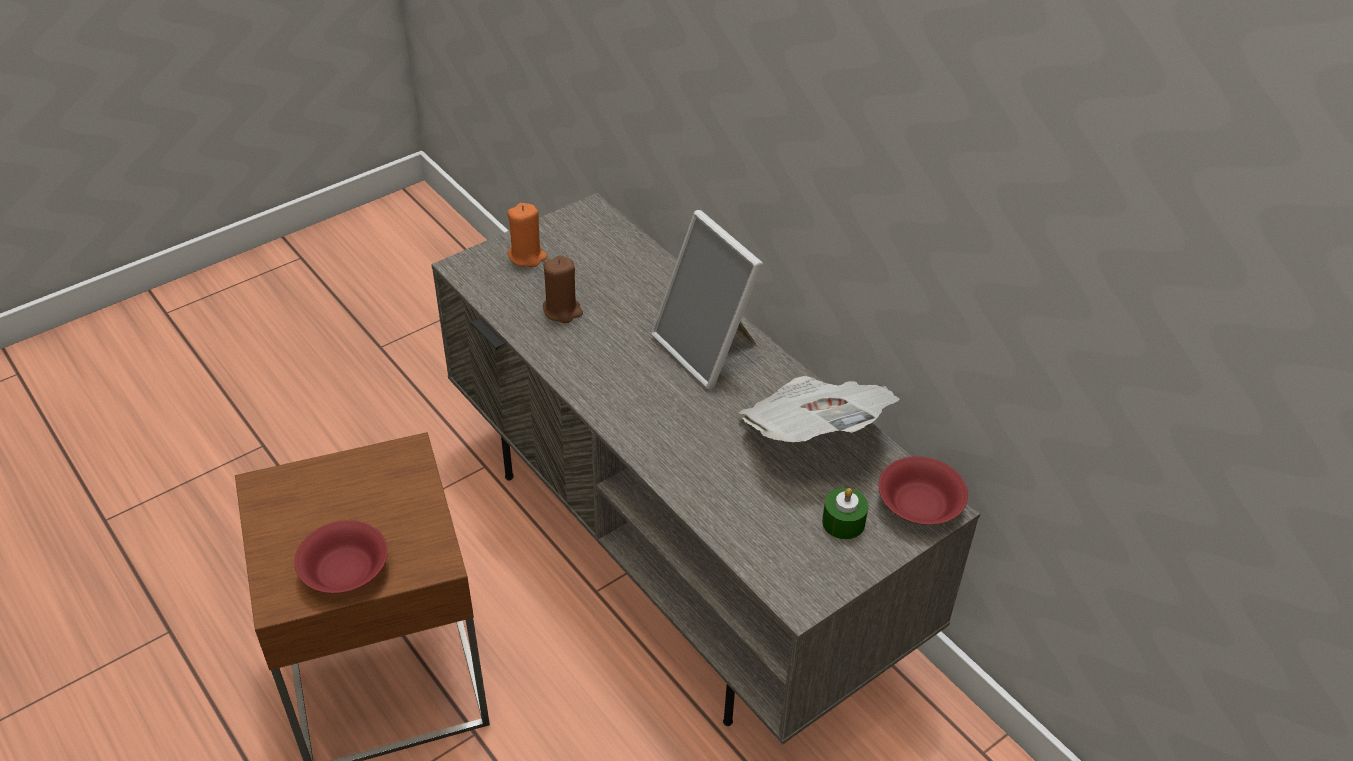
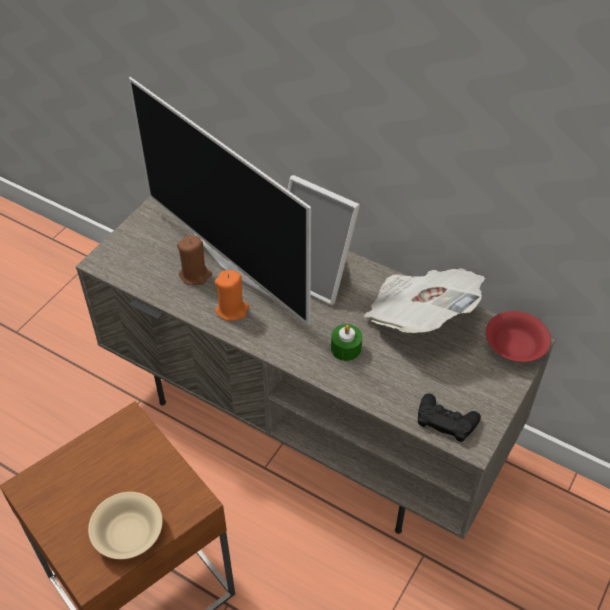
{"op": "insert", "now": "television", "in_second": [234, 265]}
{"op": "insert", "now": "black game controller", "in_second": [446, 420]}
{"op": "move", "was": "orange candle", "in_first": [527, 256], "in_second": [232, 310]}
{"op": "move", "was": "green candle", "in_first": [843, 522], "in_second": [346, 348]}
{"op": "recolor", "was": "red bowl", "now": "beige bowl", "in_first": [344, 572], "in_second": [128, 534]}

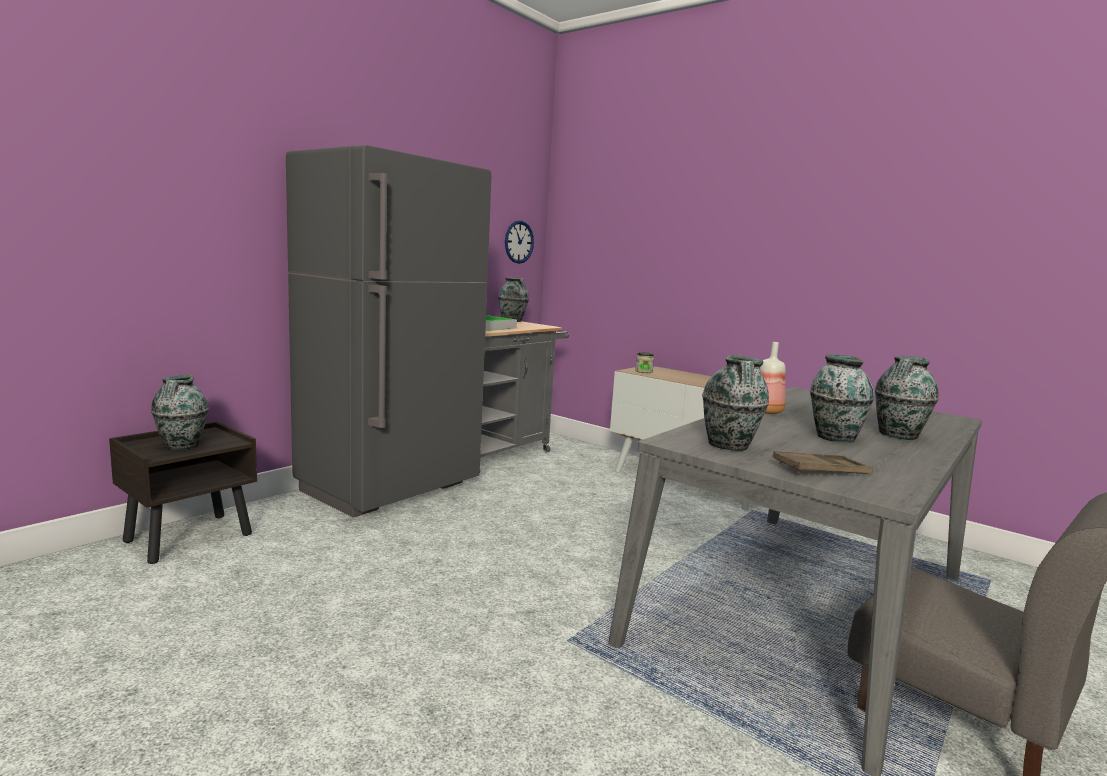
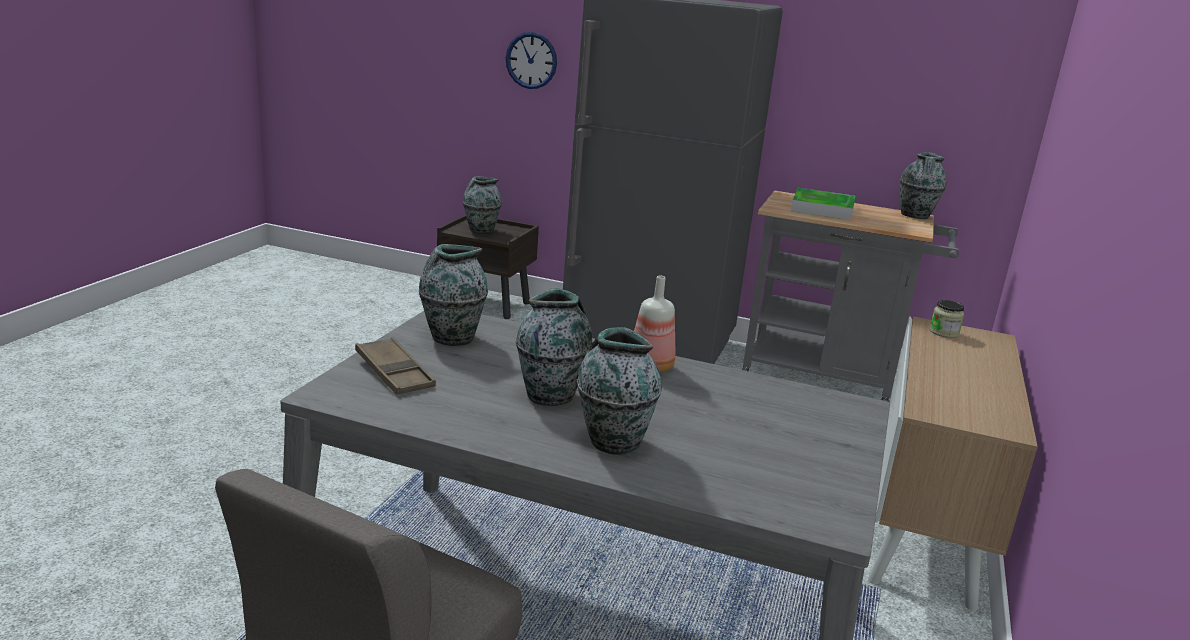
{"op": "move", "was": "wall clock", "in_first": [519, 242], "in_second": [531, 60]}

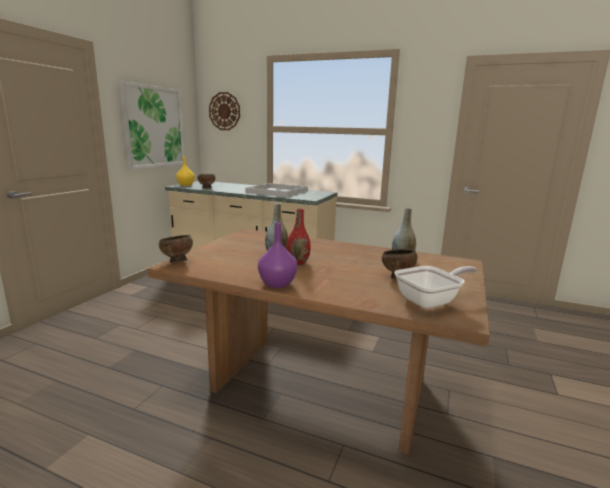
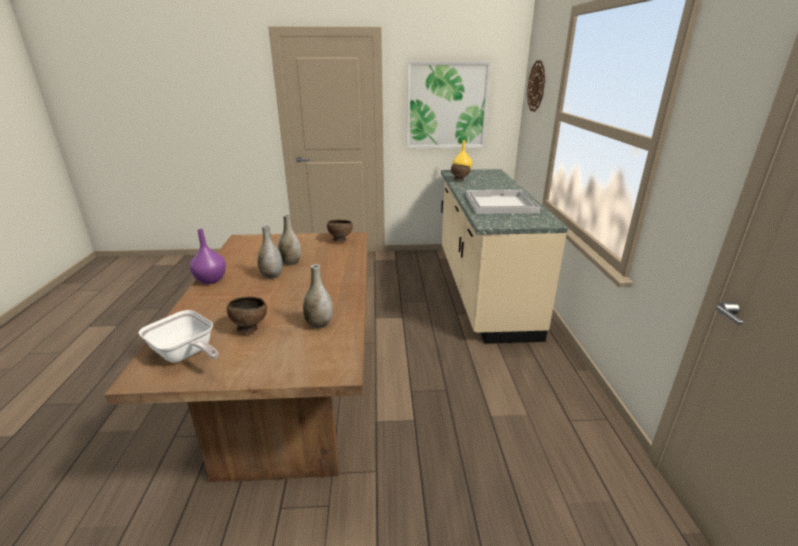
{"op": "move", "was": "brown bowl", "in_first": [176, 262], "in_second": [340, 240]}
{"op": "recolor", "was": "red vase", "now": "grey vase", "in_first": [297, 262], "in_second": [272, 275]}

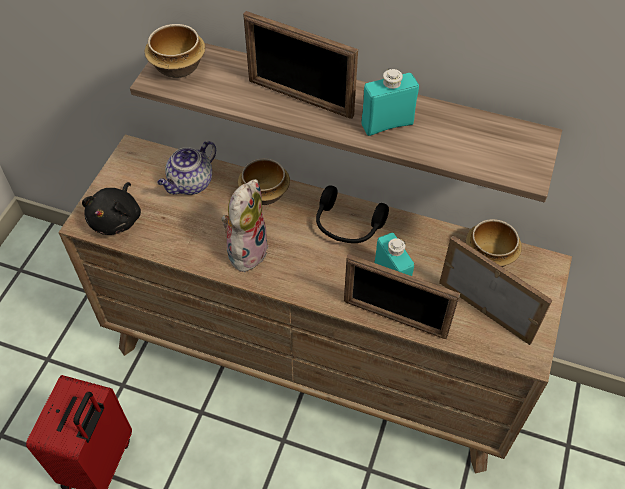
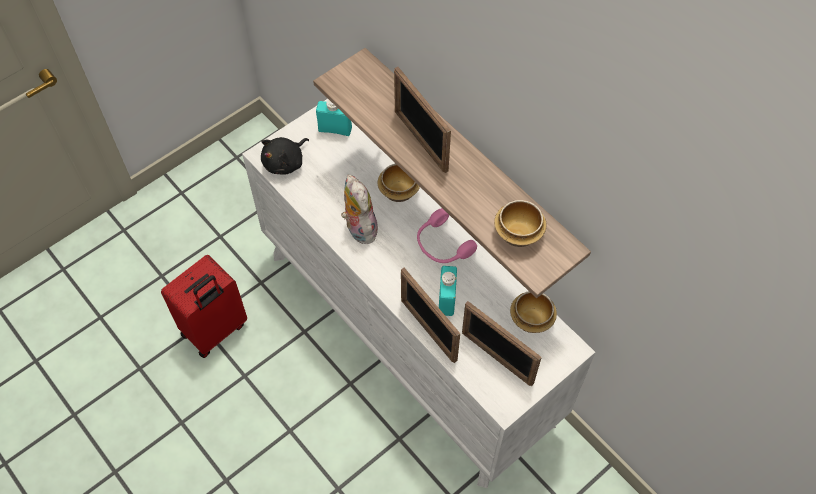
{"op": "delete", "was": "teapot", "in_first": [190, 184]}
{"op": "move", "was": "bowl", "in_first": [177, 68], "in_second": [517, 234]}
{"op": "move", "was": "turquoise bottle", "in_first": [387, 124], "in_second": [335, 129]}
{"op": "recolor", "was": "brown dresser", "now": "white dresser", "in_first": [313, 361], "in_second": [408, 336]}
{"op": "recolor", "was": "black headphones", "now": "pink headphones", "in_first": [347, 226], "in_second": [442, 245]}
{"op": "rotate", "was": "plush toy", "in_first": [246, 249], "in_second": [359, 228], "clockwise": -75}
{"op": "rotate", "was": "picture frame", "in_first": [485, 311], "in_second": [496, 358], "clockwise": 150}

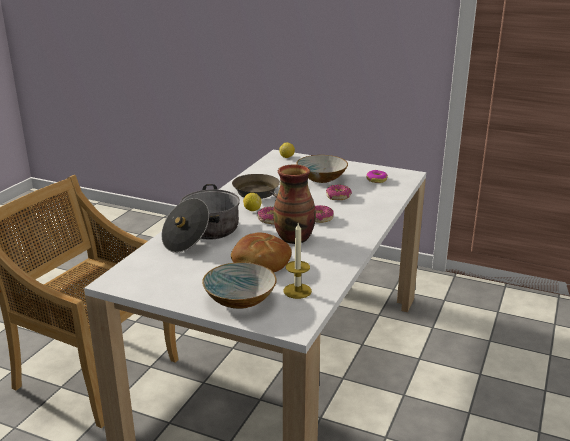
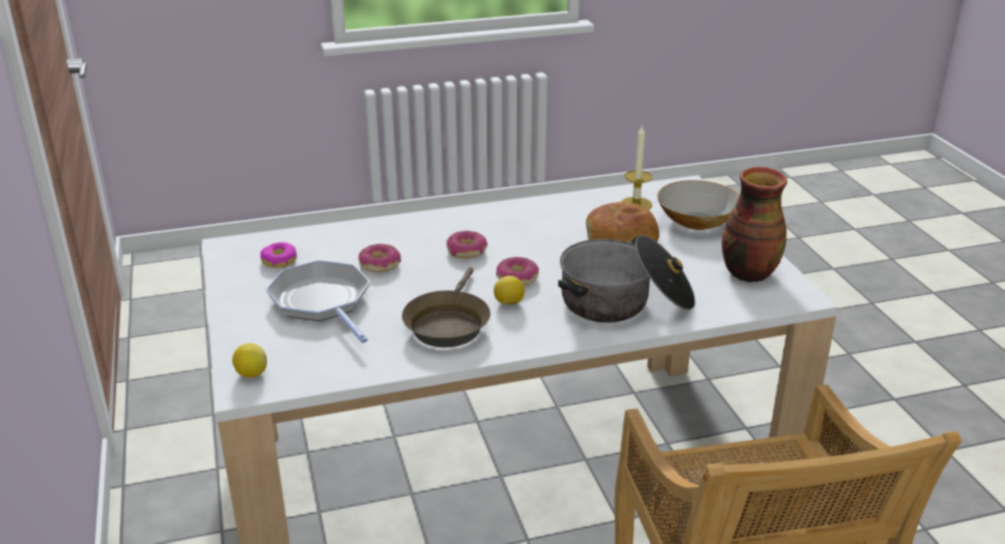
{"op": "move", "was": "vase", "in_first": [295, 238], "in_second": [747, 273]}
{"op": "replace", "was": "bowl", "now": "frying pan", "in_first": [321, 178], "in_second": [322, 302]}

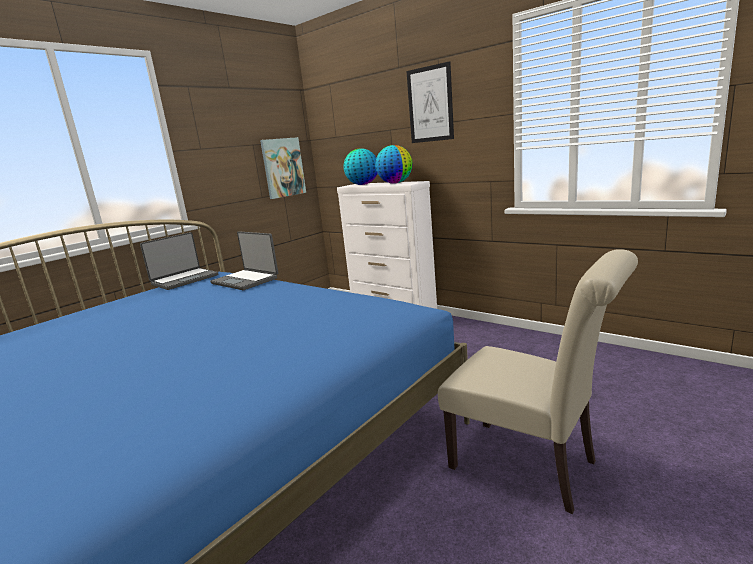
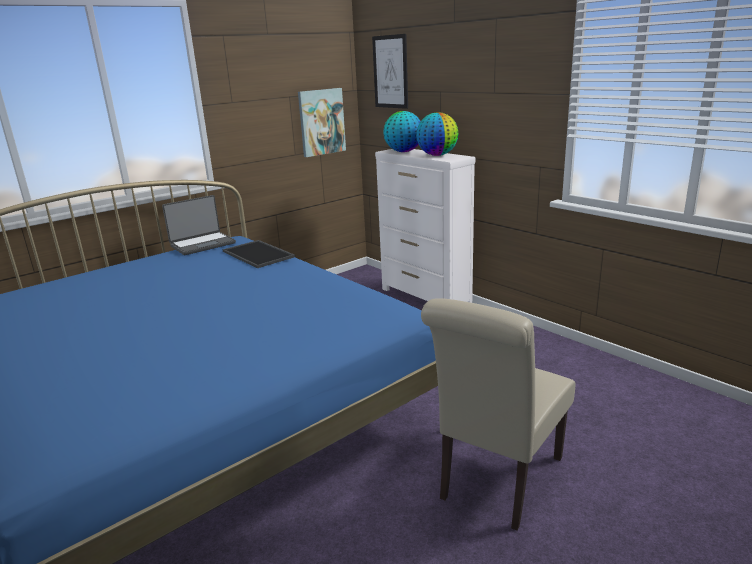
{"op": "move", "was": "picture", "in_first": [430, 104], "in_second": [390, 72]}
{"op": "replace", "was": "laptop", "now": "tray", "in_first": [246, 280], "in_second": [259, 254]}
{"op": "rotate", "was": "beige chair", "in_first": [531, 466], "in_second": [497, 482], "clockwise": 75}

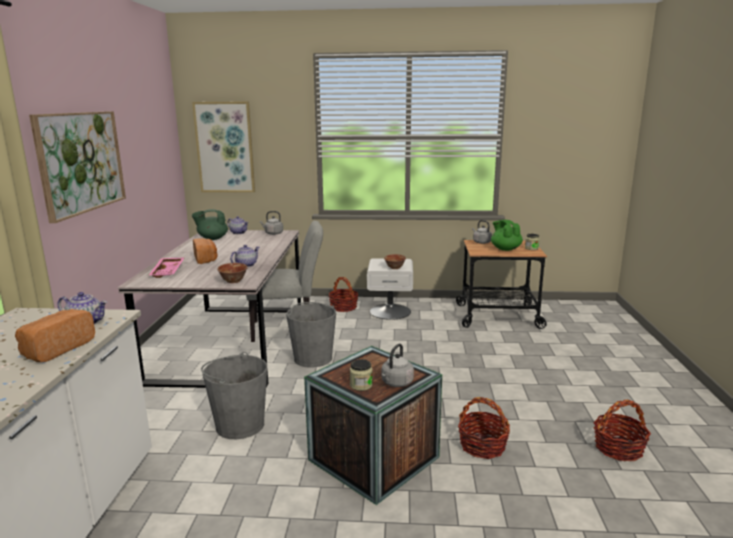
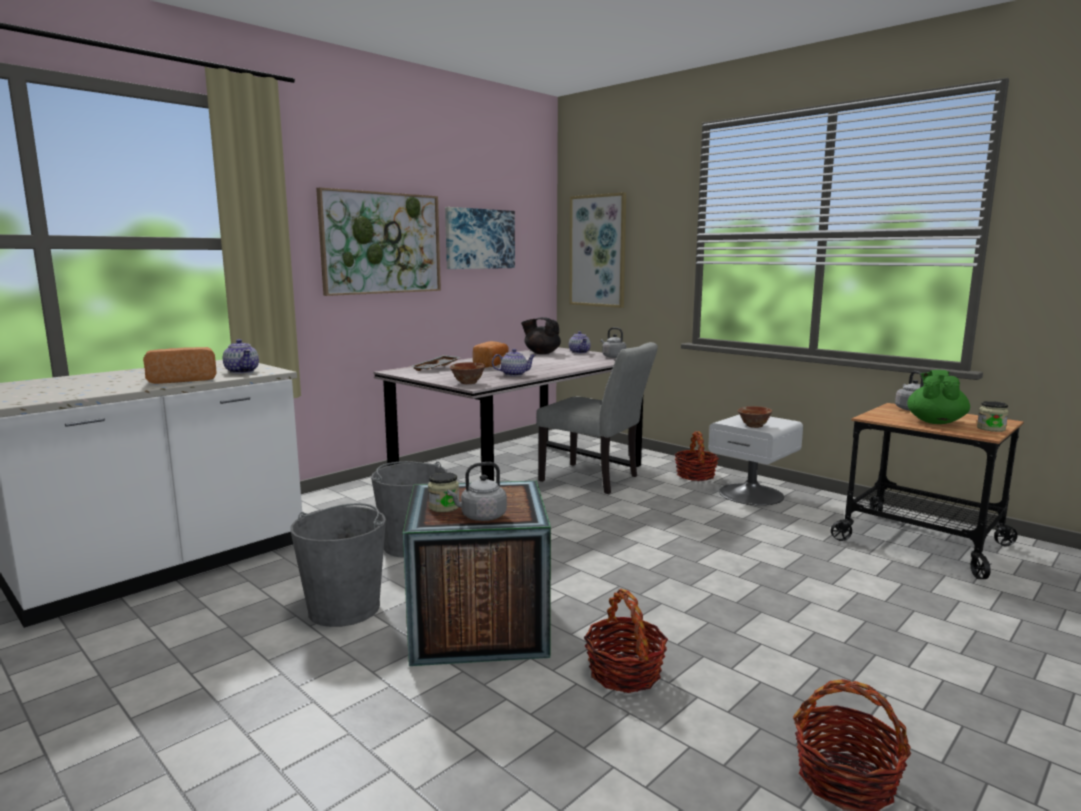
{"op": "insert", "now": "picture", "in_second": [479, 239]}
{"op": "move", "was": "grey bucket", "in_first": [313, 358], "in_second": [344, 608]}
{"op": "recolor", "was": "pink tray", "now": "grey tray", "in_first": [168, 272], "in_second": [436, 368]}
{"op": "recolor", "was": "green teapot", "now": "black teapot", "in_first": [212, 238], "in_second": [541, 353]}

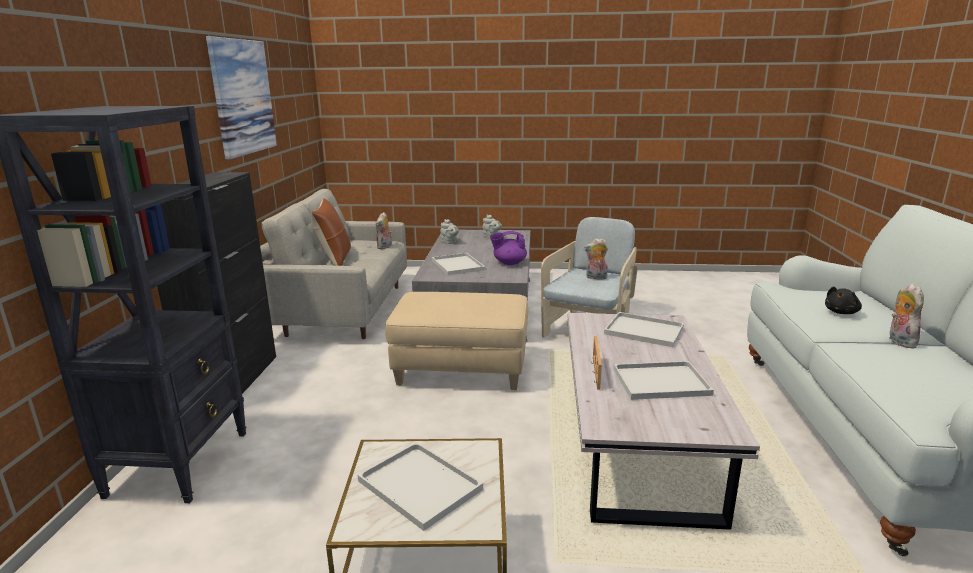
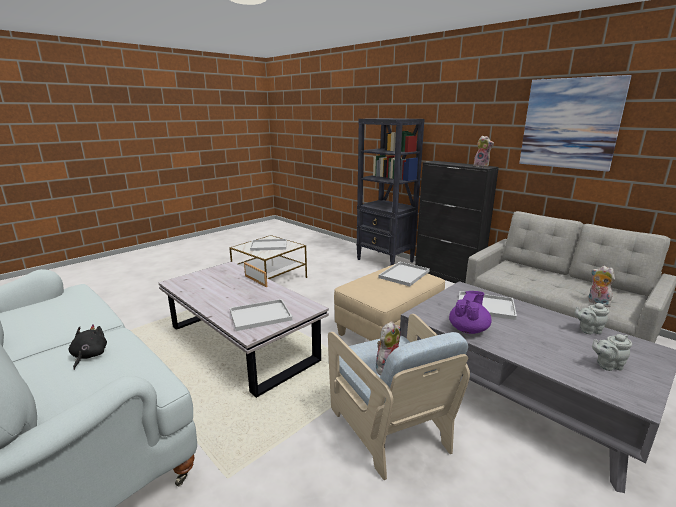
{"op": "delete", "was": "brown pillow", "in_first": [334, 259]}
{"op": "move", "was": "white tray", "in_first": [662, 381], "in_second": [404, 275]}
{"op": "move", "was": "plush toy", "in_first": [899, 341], "in_second": [482, 166]}

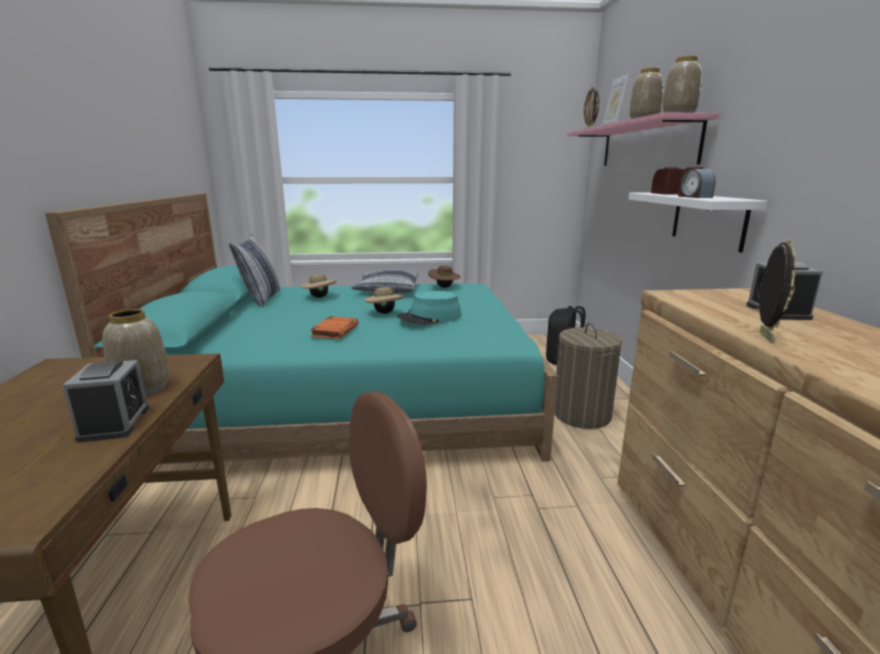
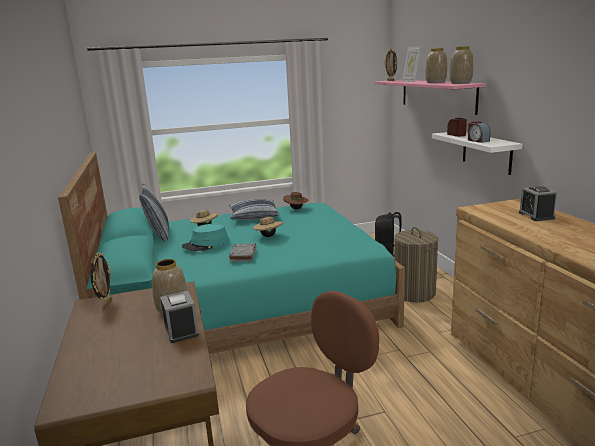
{"op": "move", "was": "turquoise hat", "in_first": [430, 317], "in_second": [206, 244]}
{"op": "move", "was": "picture frame", "in_first": [764, 337], "in_second": [105, 303]}
{"op": "recolor", "was": "orange book", "now": "grey book", "in_first": [335, 331], "in_second": [243, 255]}

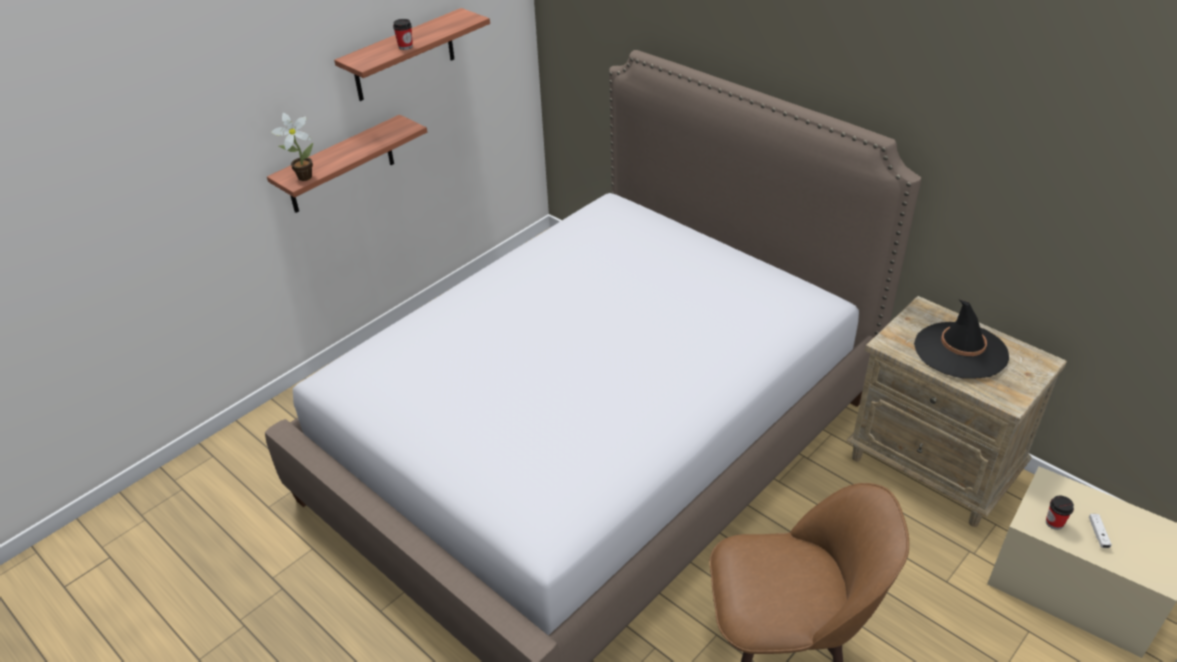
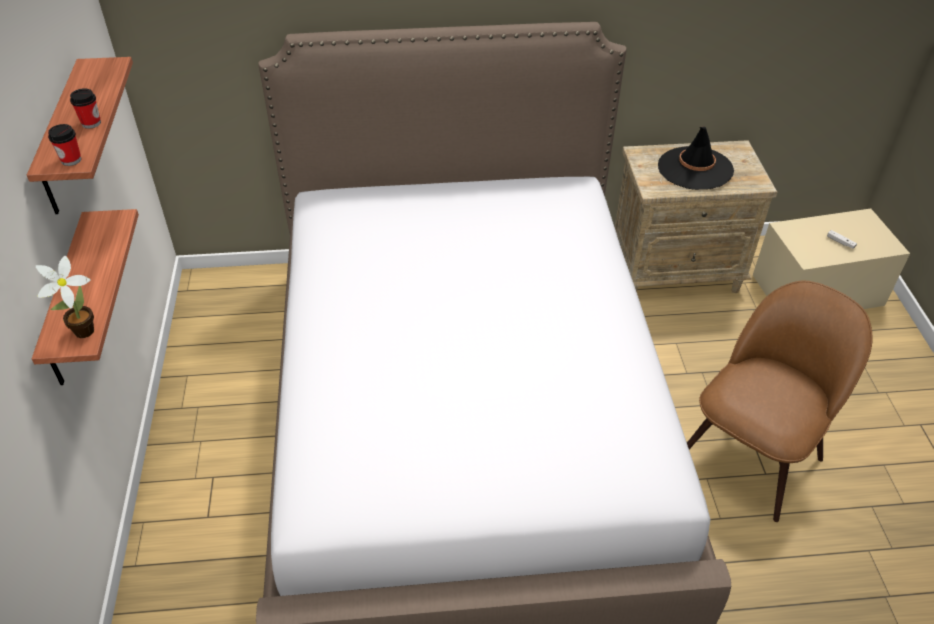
{"op": "move", "was": "cup", "in_first": [1054, 523], "in_second": [71, 160]}

